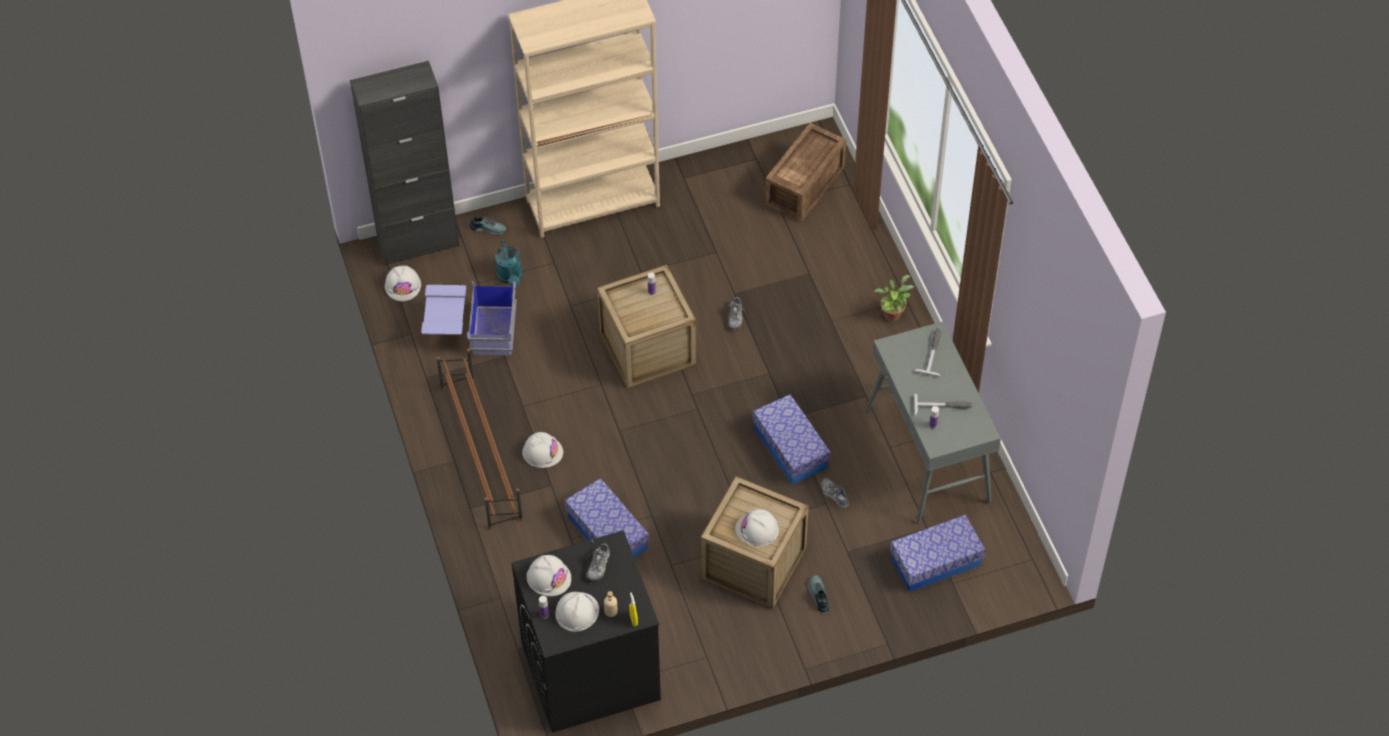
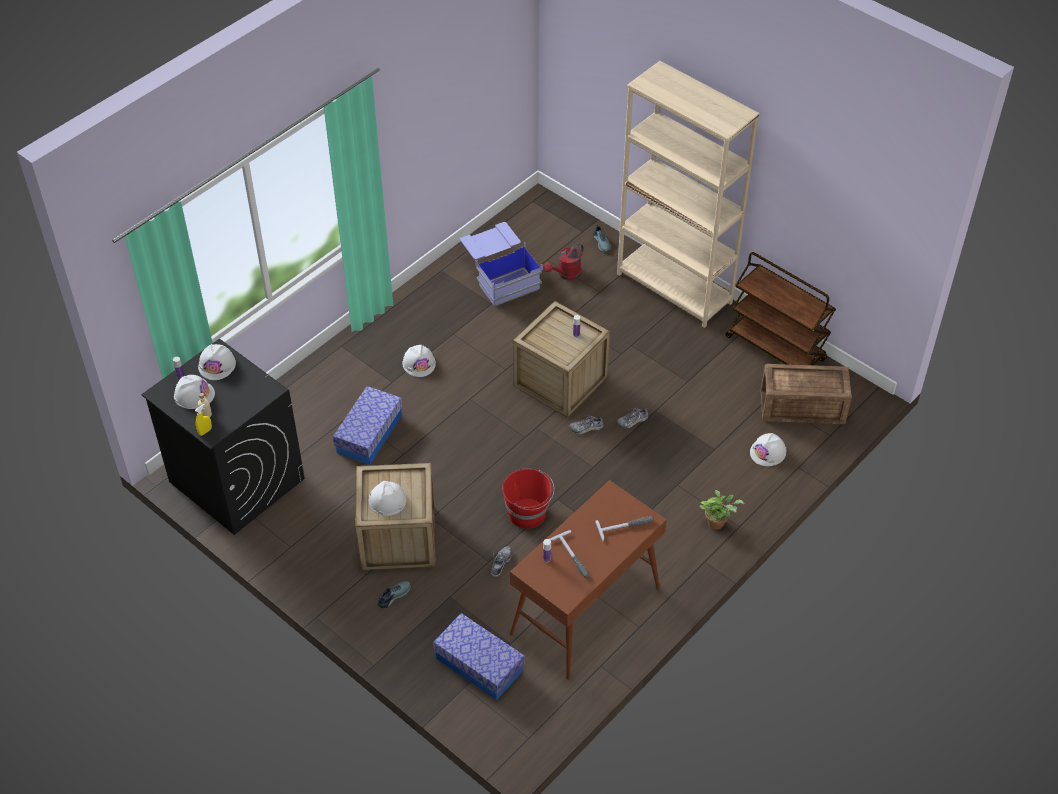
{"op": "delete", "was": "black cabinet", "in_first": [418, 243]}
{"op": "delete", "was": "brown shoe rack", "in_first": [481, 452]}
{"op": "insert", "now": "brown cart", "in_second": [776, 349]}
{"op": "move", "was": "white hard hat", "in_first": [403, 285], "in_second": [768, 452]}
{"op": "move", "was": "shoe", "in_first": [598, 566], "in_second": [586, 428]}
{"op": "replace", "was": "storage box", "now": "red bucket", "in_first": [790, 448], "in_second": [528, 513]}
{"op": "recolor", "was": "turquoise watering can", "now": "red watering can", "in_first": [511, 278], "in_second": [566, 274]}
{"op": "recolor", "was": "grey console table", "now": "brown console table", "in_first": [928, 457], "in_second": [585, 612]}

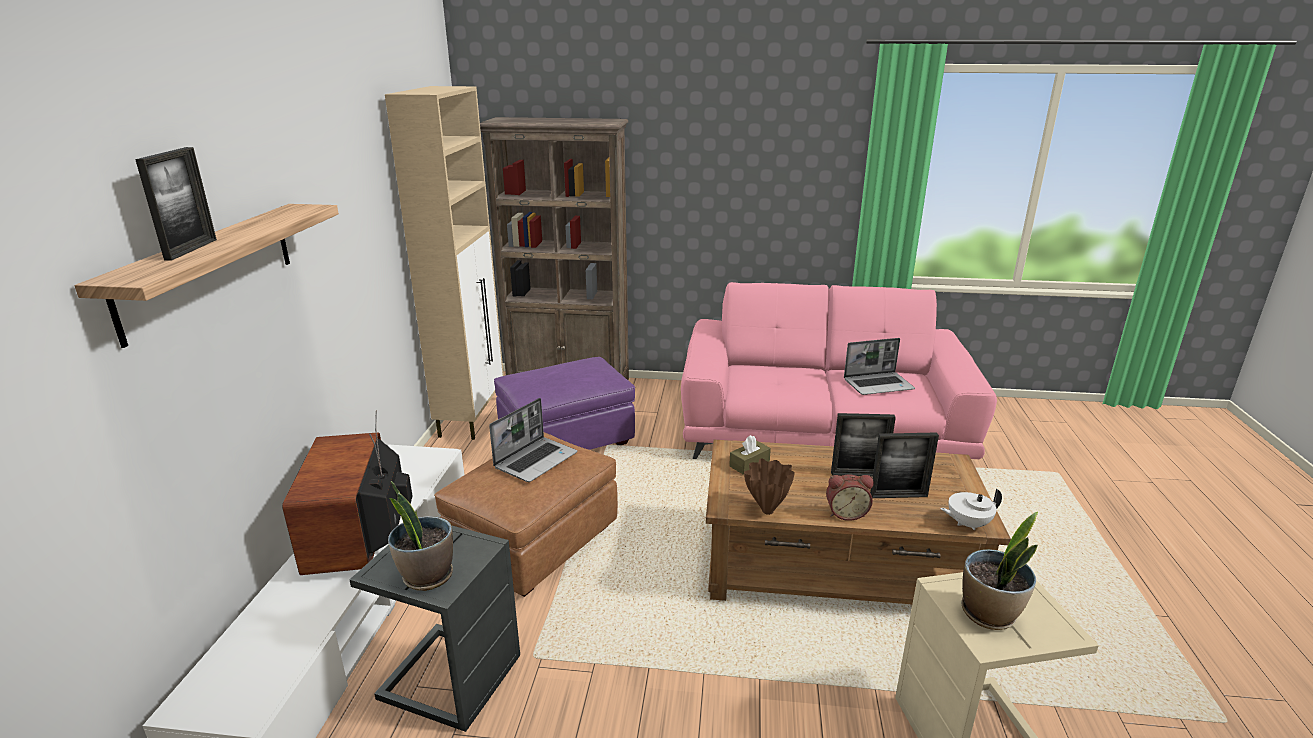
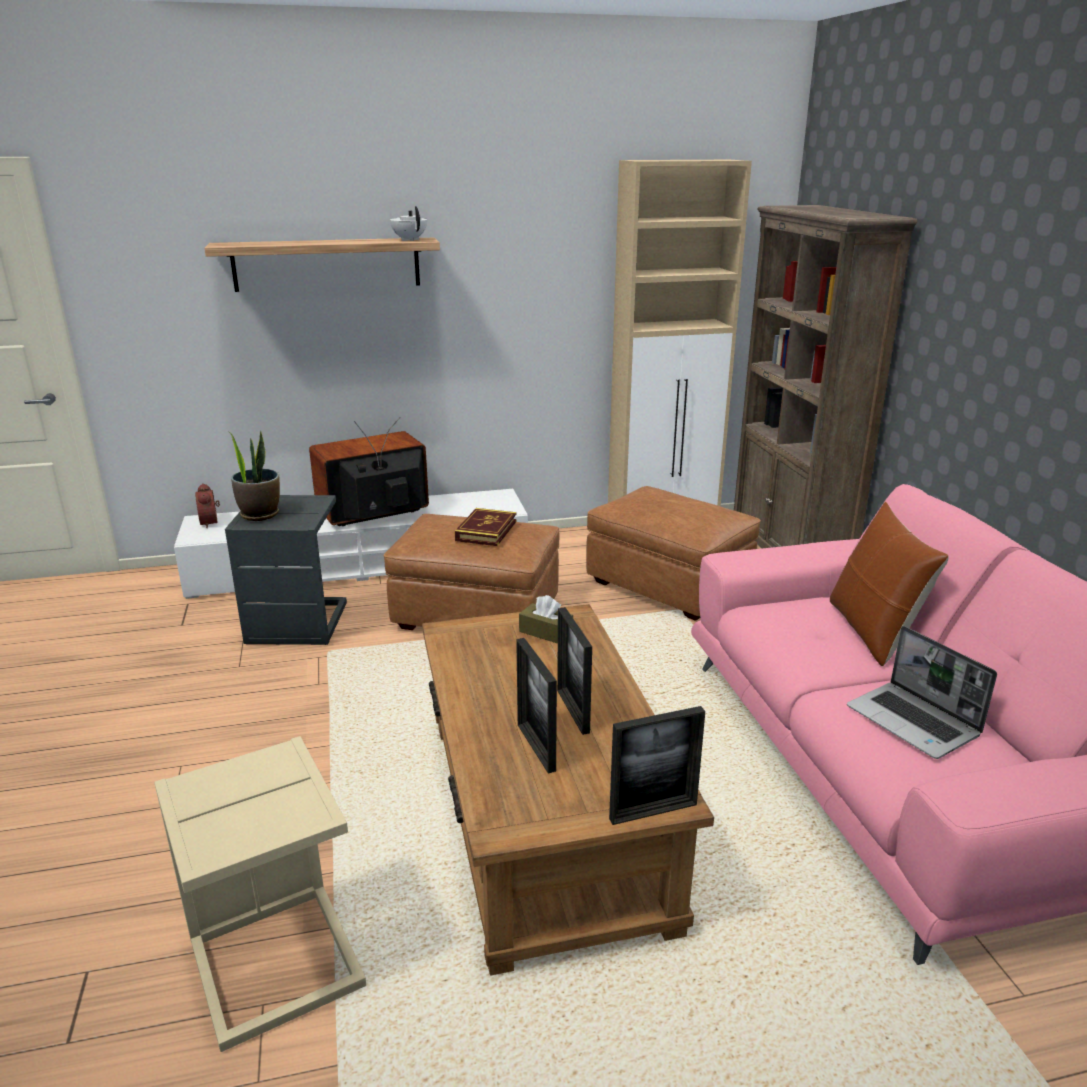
{"op": "delete", "was": "brown vase", "in_first": [767, 510]}
{"op": "delete", "was": "potted plant", "in_first": [989, 614]}
{"op": "insert", "now": "brown pillow", "in_second": [873, 632]}
{"op": "move", "was": "picture frame", "in_first": [191, 249], "in_second": [653, 811]}
{"op": "move", "was": "alarm clock", "in_first": [846, 513], "in_second": [211, 522]}
{"op": "move", "was": "white teapot", "in_first": [967, 524], "in_second": [409, 240]}
{"op": "replace", "was": "laptop", "now": "book", "in_first": [536, 460], "in_second": [486, 531]}
{"op": "recolor", "was": "purple ottoman", "now": "brown ottoman", "in_first": [567, 440], "in_second": [668, 586]}

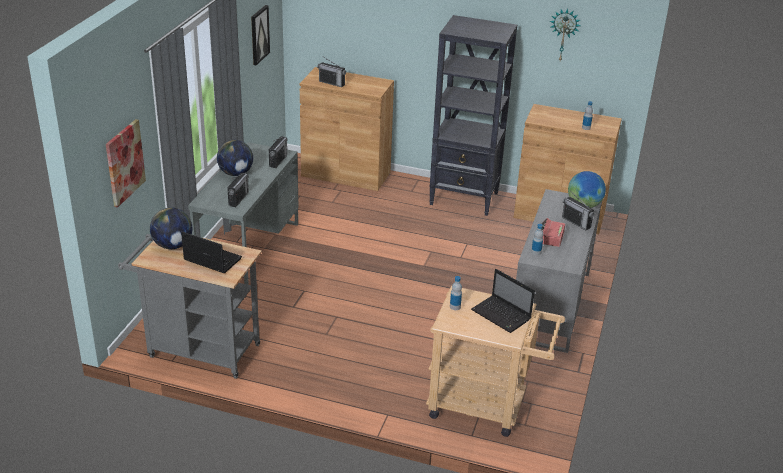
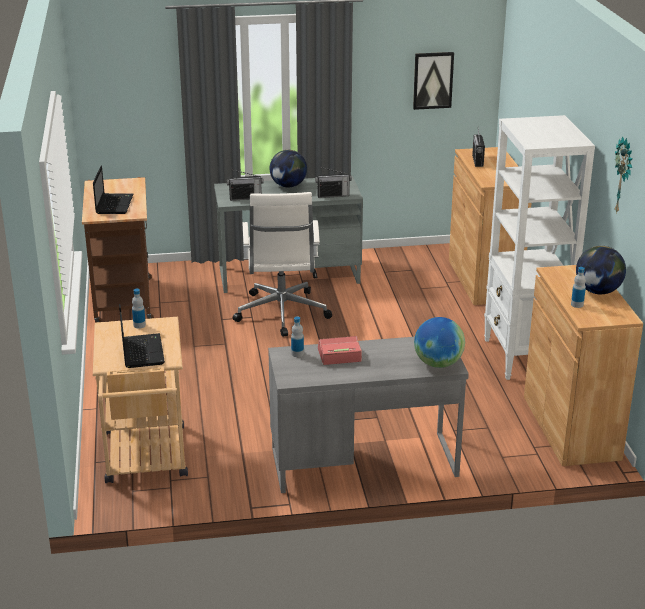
{"op": "delete", "was": "picture", "in_first": [124, 162]}
{"op": "delete", "was": "radio", "in_first": [576, 222]}
{"op": "insert", "now": "white office chair", "in_second": [281, 314]}
{"op": "move", "was": "globe", "in_first": [173, 245], "in_second": [598, 291]}
{"op": "recolor", "was": "grey cart", "now": "brown cart", "in_first": [198, 350], "in_second": [123, 297]}
{"op": "recolor", "was": "black bookcase", "now": "white bookcase", "in_first": [464, 199], "in_second": [524, 357]}
{"op": "rotate", "was": "laptop", "in_first": [502, 315], "in_second": [142, 351], "clockwise": 150}

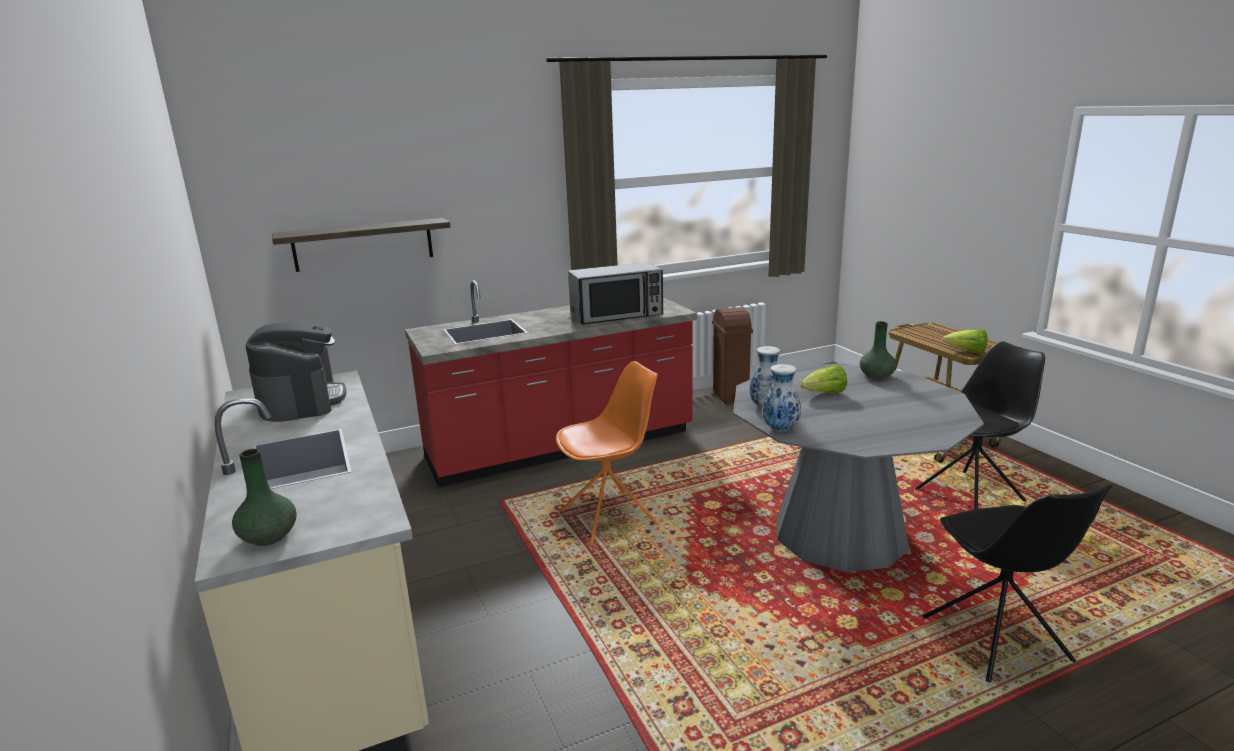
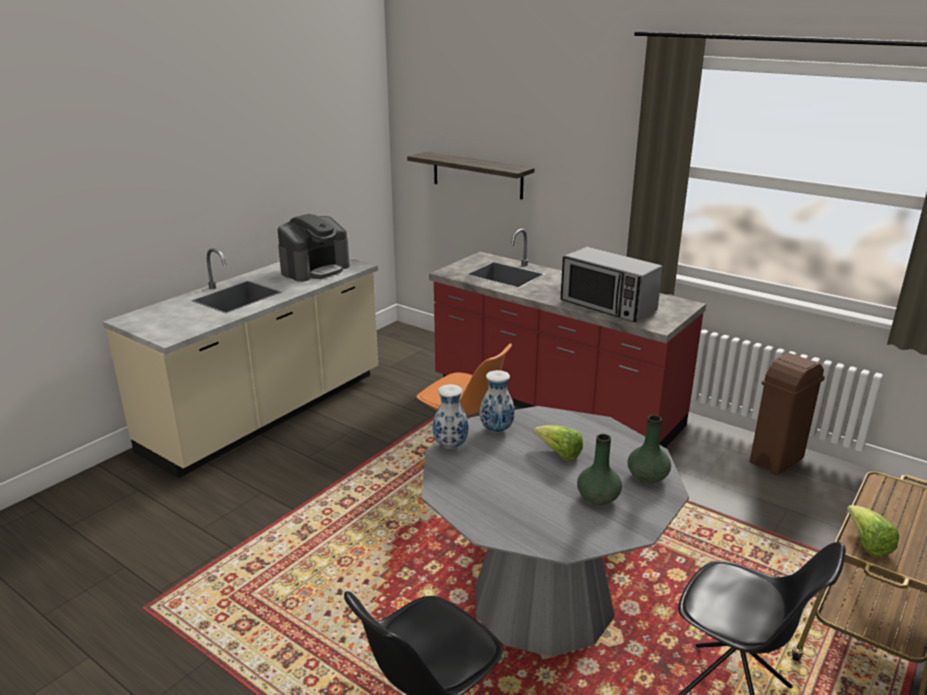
{"op": "move", "was": "green vase", "in_first": [268, 537], "in_second": [597, 497]}

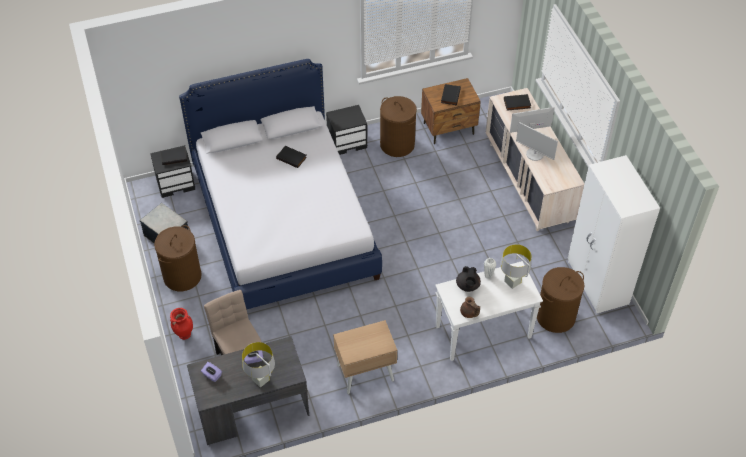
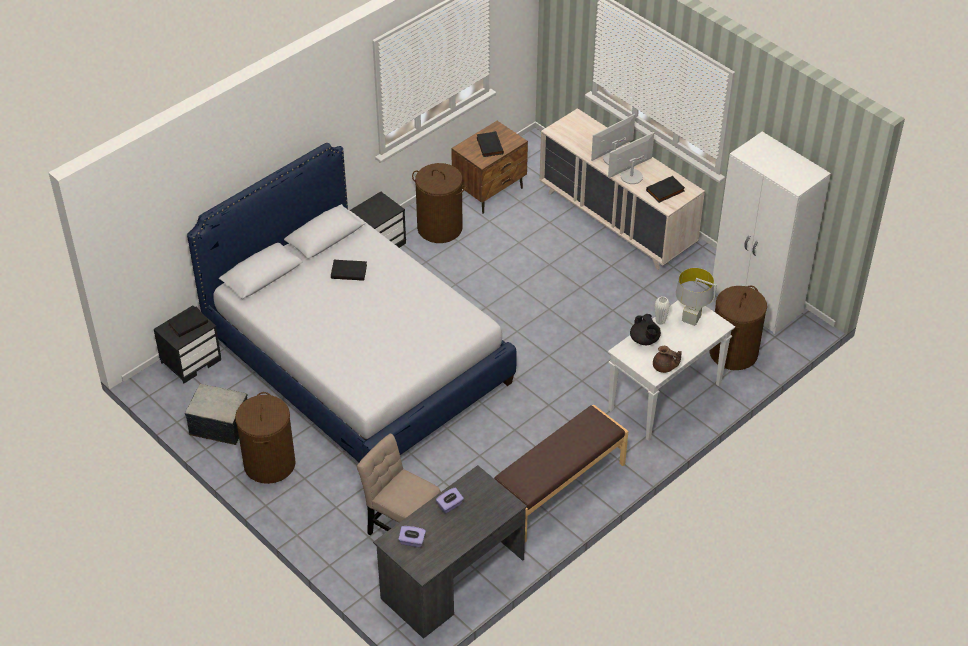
{"op": "delete", "was": "red vase", "in_first": [184, 334]}
{"op": "delete", "was": "grey table lamp", "in_first": [261, 380]}
{"op": "move", "was": "black book", "in_first": [517, 104], "in_second": [665, 191]}
{"op": "replace", "was": "beige nightstand", "now": "brown bench", "in_first": [365, 372], "in_second": [559, 489]}
{"op": "rotate", "was": "monitor", "in_first": [535, 154], "in_second": [631, 176], "clockwise": 135}

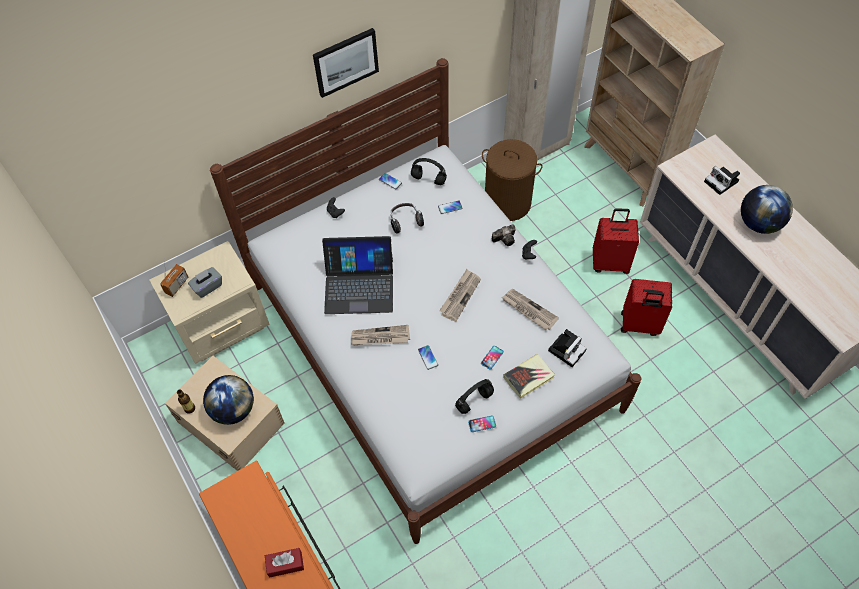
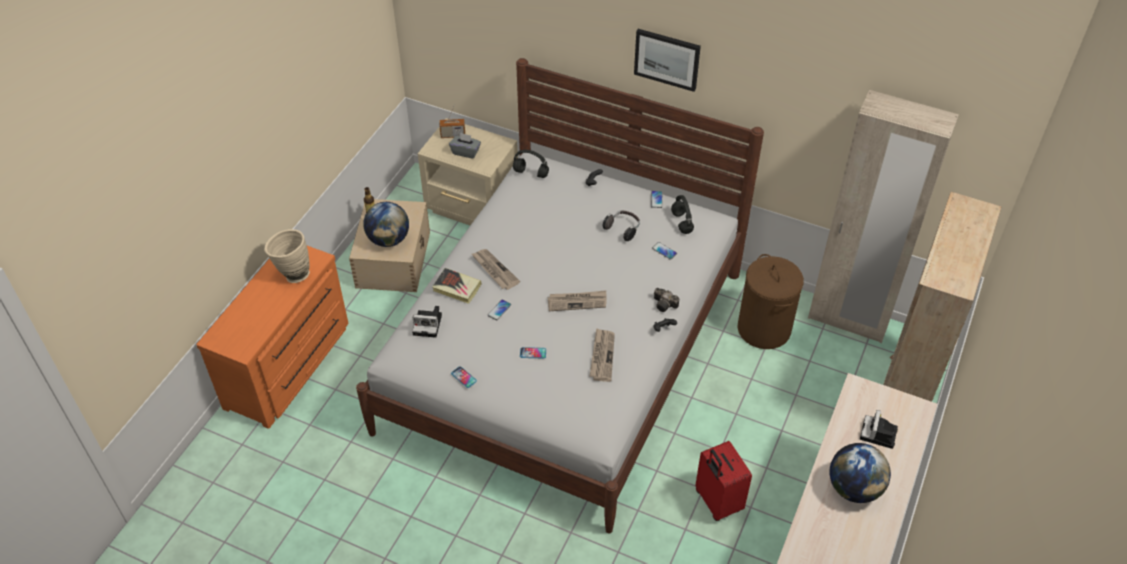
{"op": "delete", "was": "red tissue box", "in_first": [285, 564]}
{"op": "delete", "was": "laptop", "in_first": [359, 285]}
{"op": "delete", "was": "red suitcase", "in_first": [610, 262]}
{"op": "insert", "now": "beige vase", "in_second": [292, 274]}
{"op": "move", "was": "black headphones", "in_first": [474, 400], "in_second": [531, 173]}
{"op": "move", "was": "book", "in_first": [529, 377], "in_second": [457, 288]}
{"op": "move", "was": "photo camera", "in_first": [567, 349], "in_second": [429, 324]}

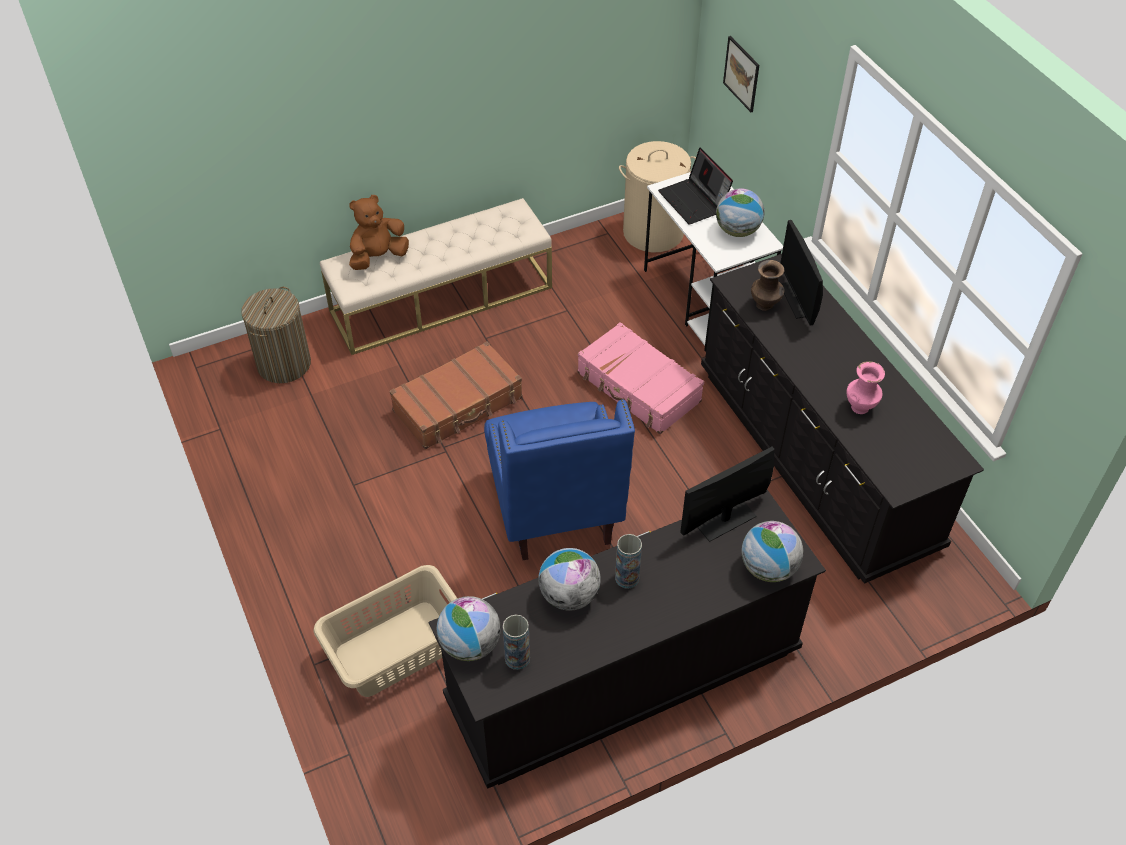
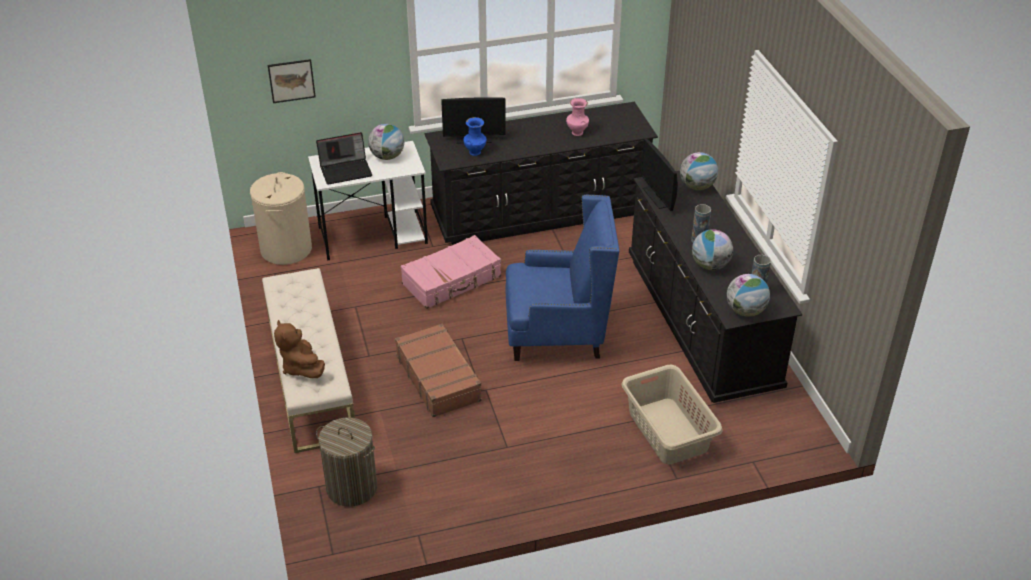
{"op": "recolor", "was": "brown vase", "now": "blue vase", "in_first": [765, 305], "in_second": [475, 152]}

